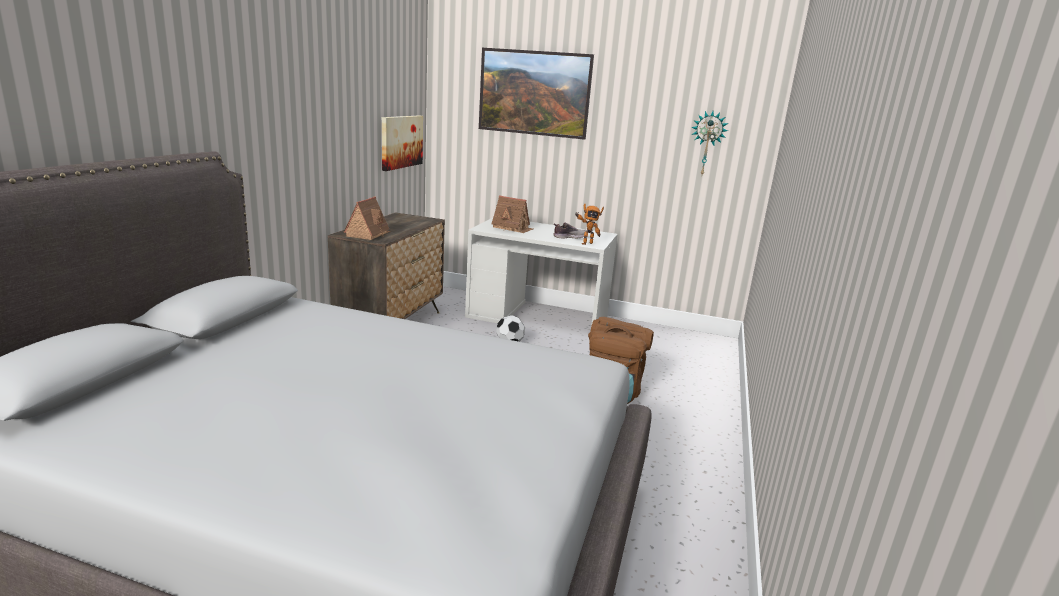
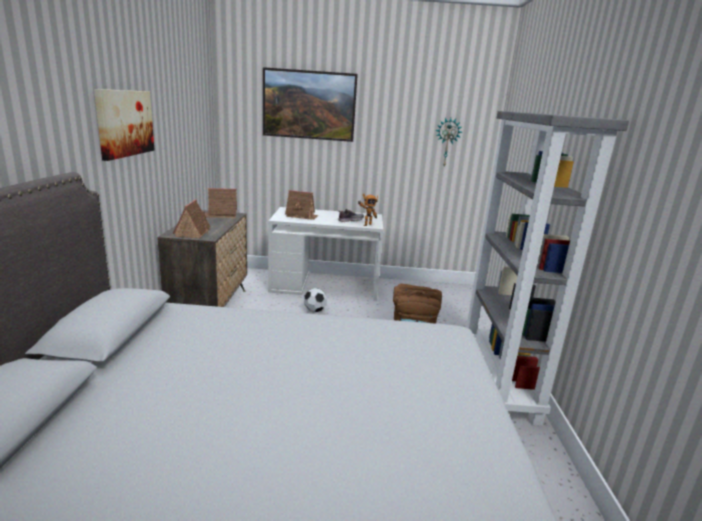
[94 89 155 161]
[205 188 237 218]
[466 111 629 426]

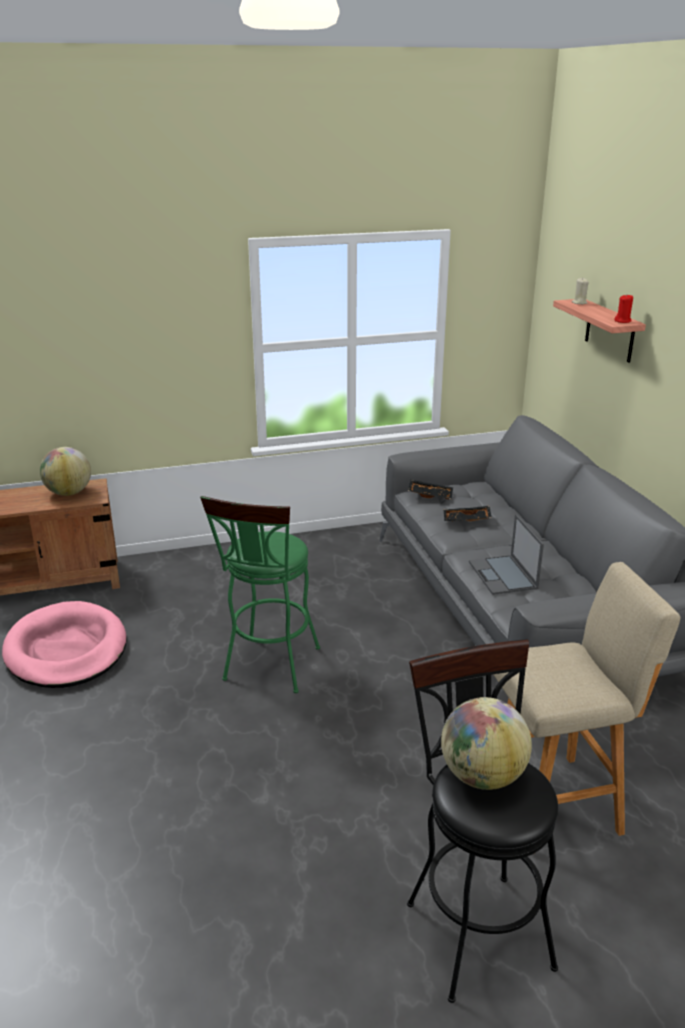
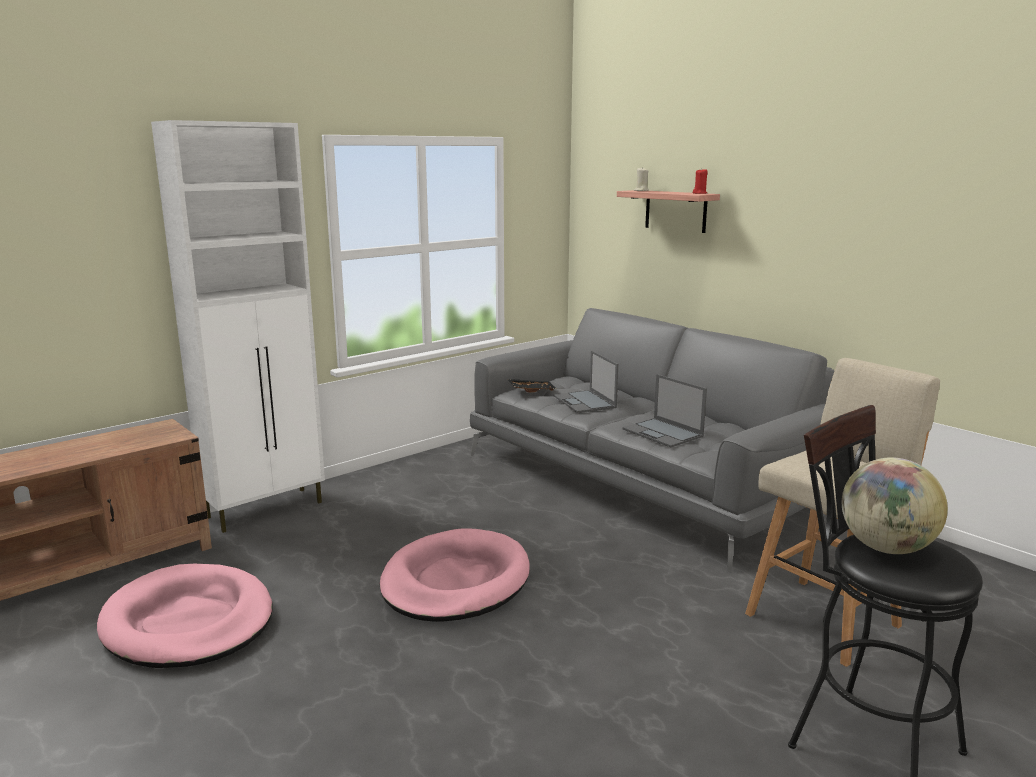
[40 447 91 496] (first image)
[380 528 530 622]
[553 350 618 413]
[151 120 325 533]

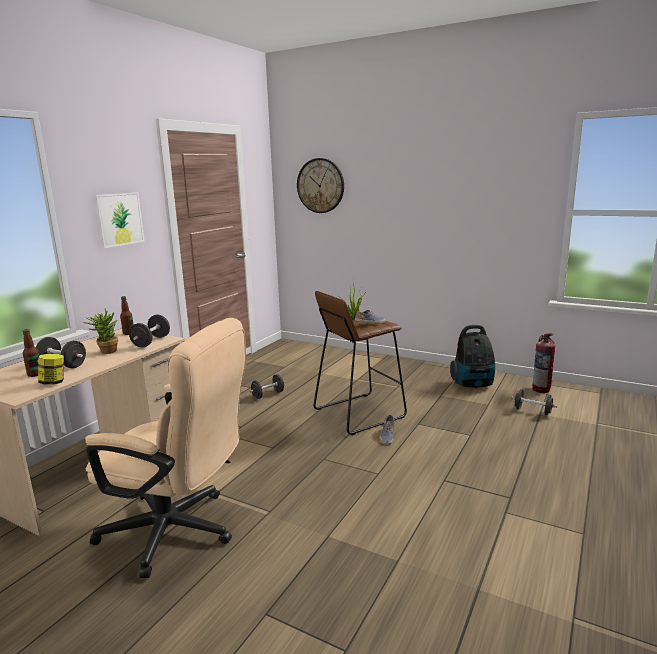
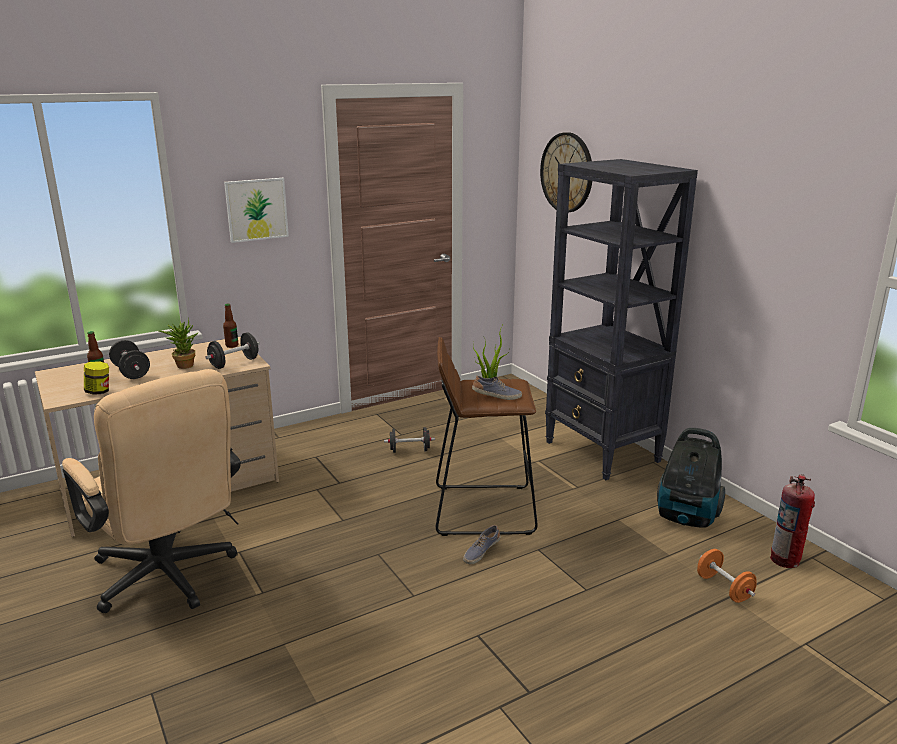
[697 549 757 603]
[545 159 698 480]

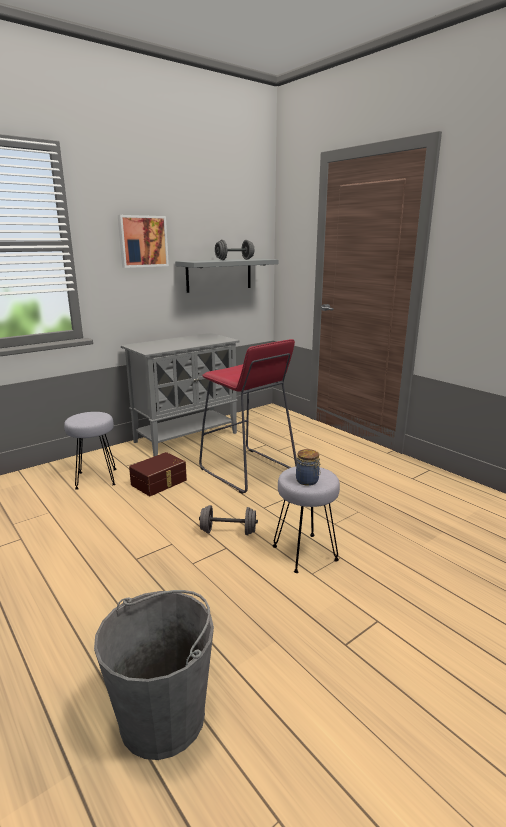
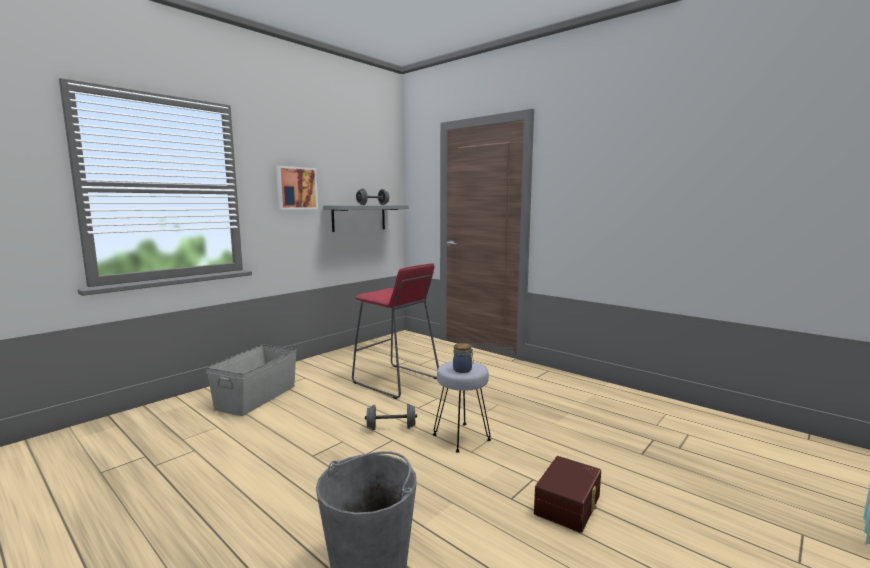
[206 345 297 416]
[121 333 239 456] (first image)
[534 456 601 533]

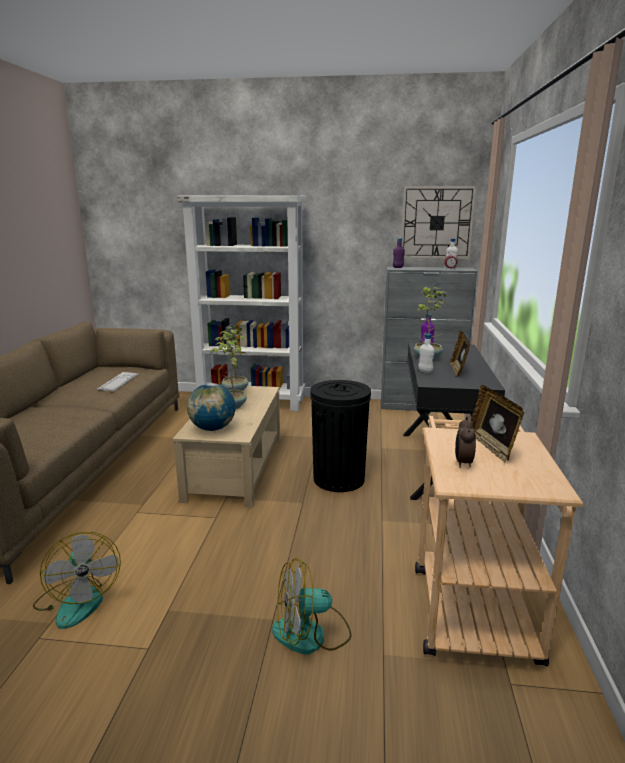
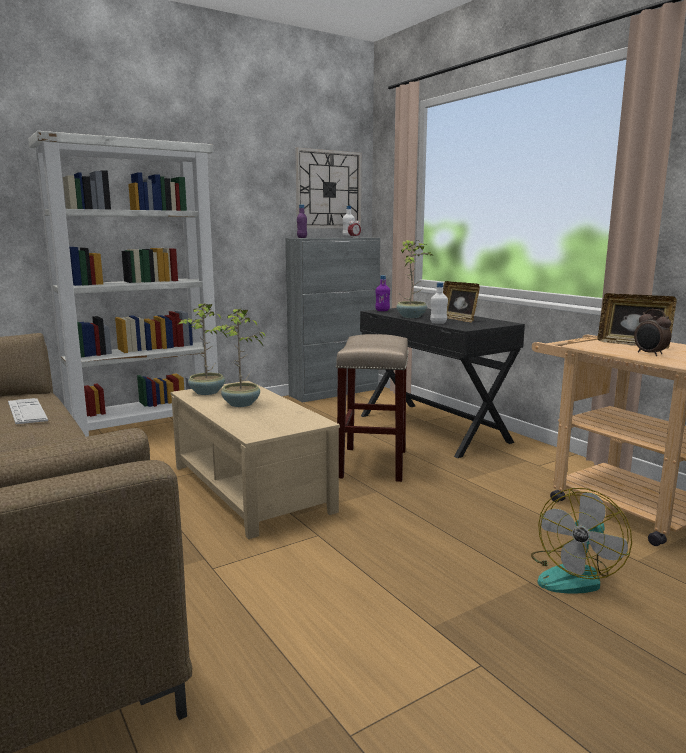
[33 532 121 629] (first image)
[187 383 236 431] (first image)
[336 334 408 482]

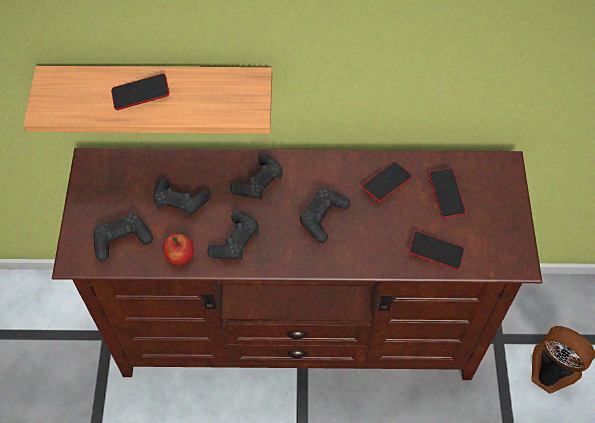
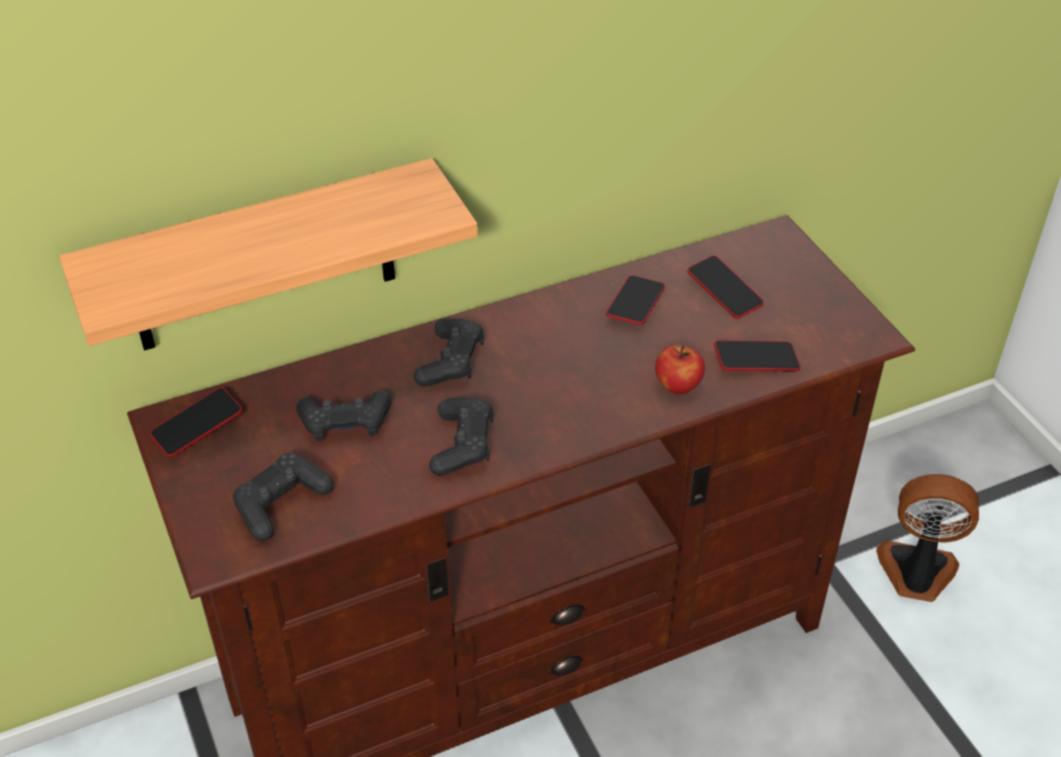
[150 387 242 457]
[655 345 705 395]
[300 189 350 243] (first image)

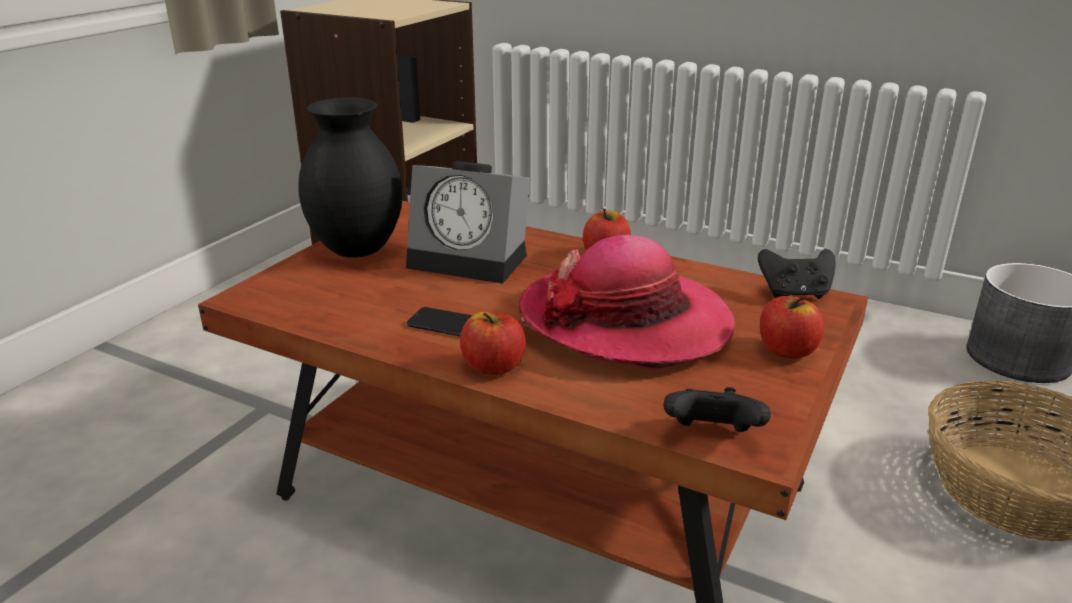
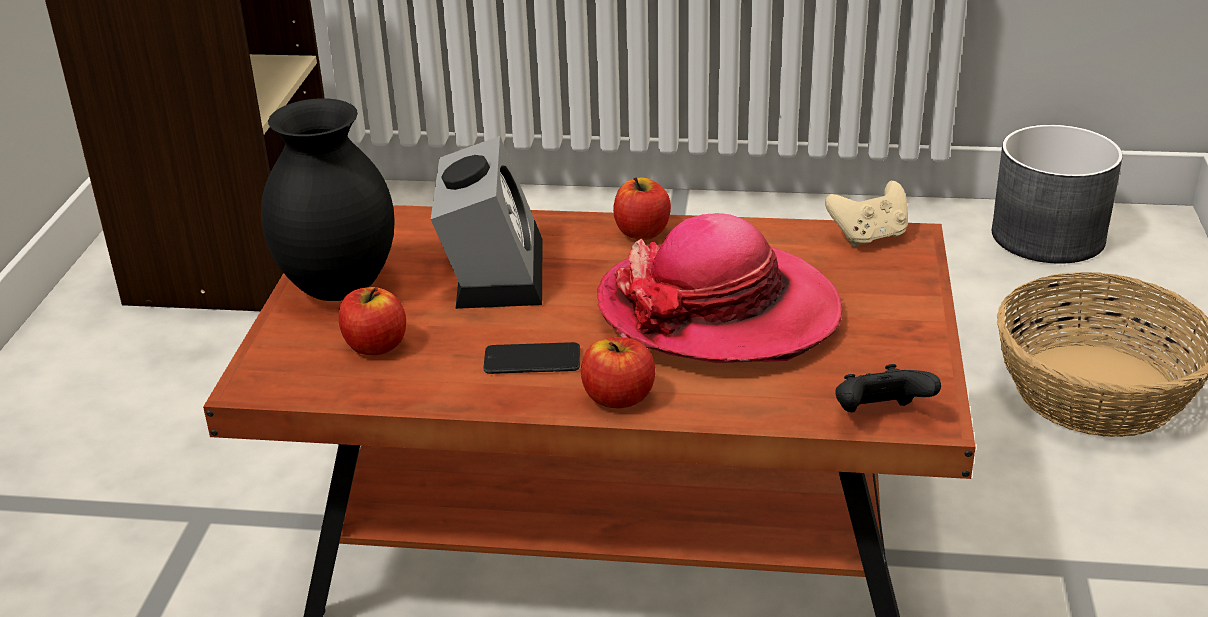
[431 136 543 309]
[825 181 908 247]
[339 287 406 355]

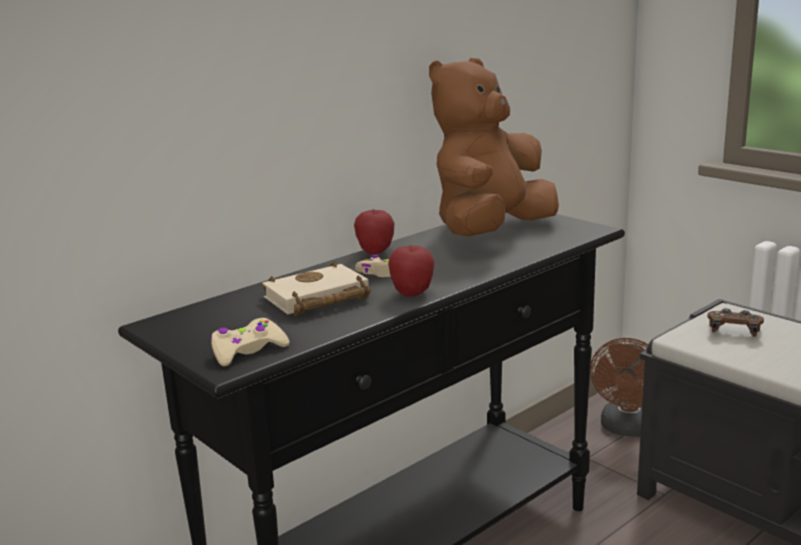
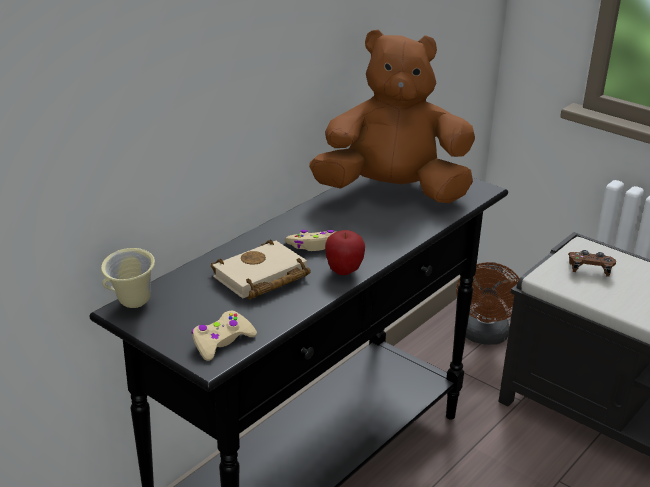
[354 209 394 255] (first image)
[309 29 475 203]
[101 248 155 308]

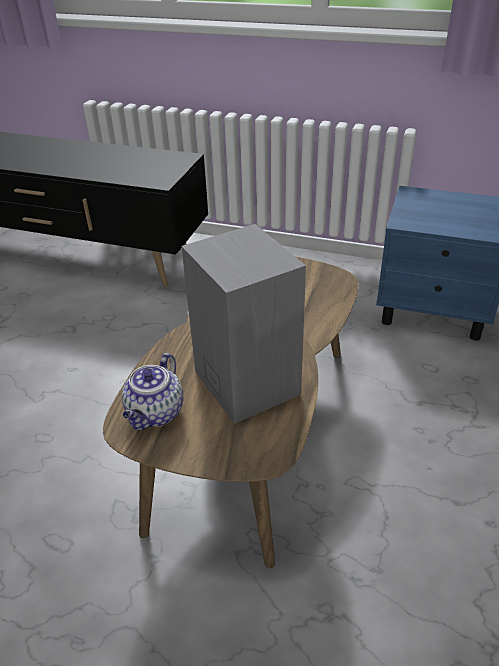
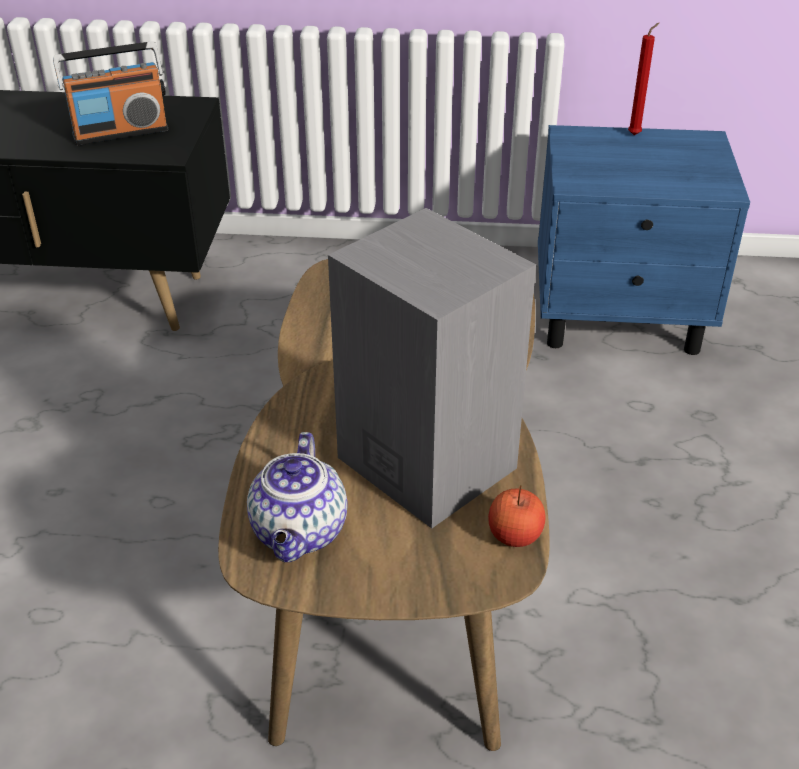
[53 41 168 145]
[488 485 545 547]
[628 23 659 135]

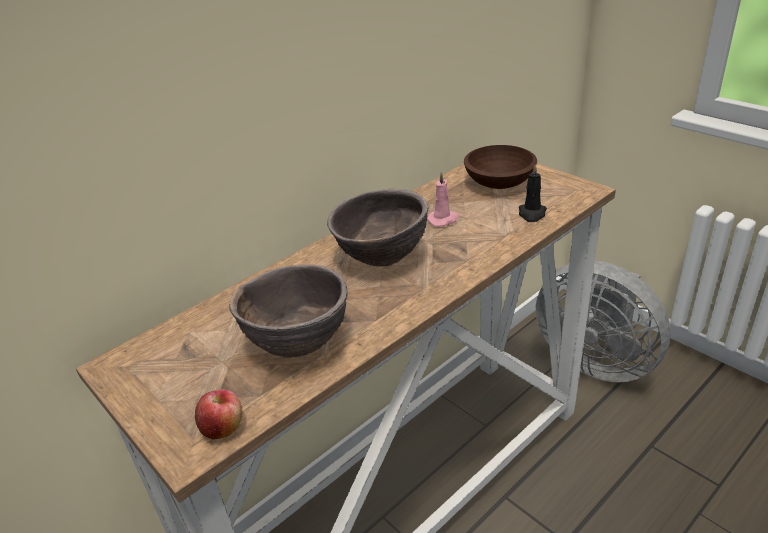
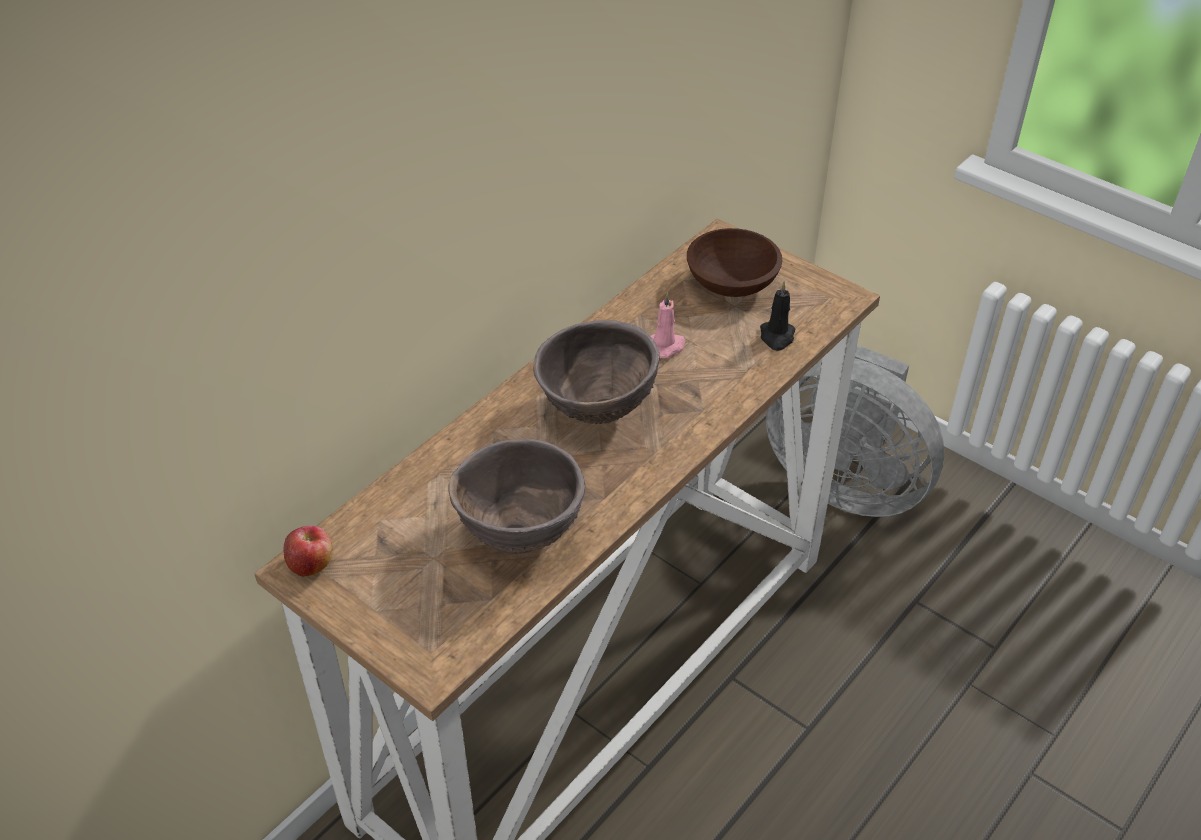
[283 526 333 577]

